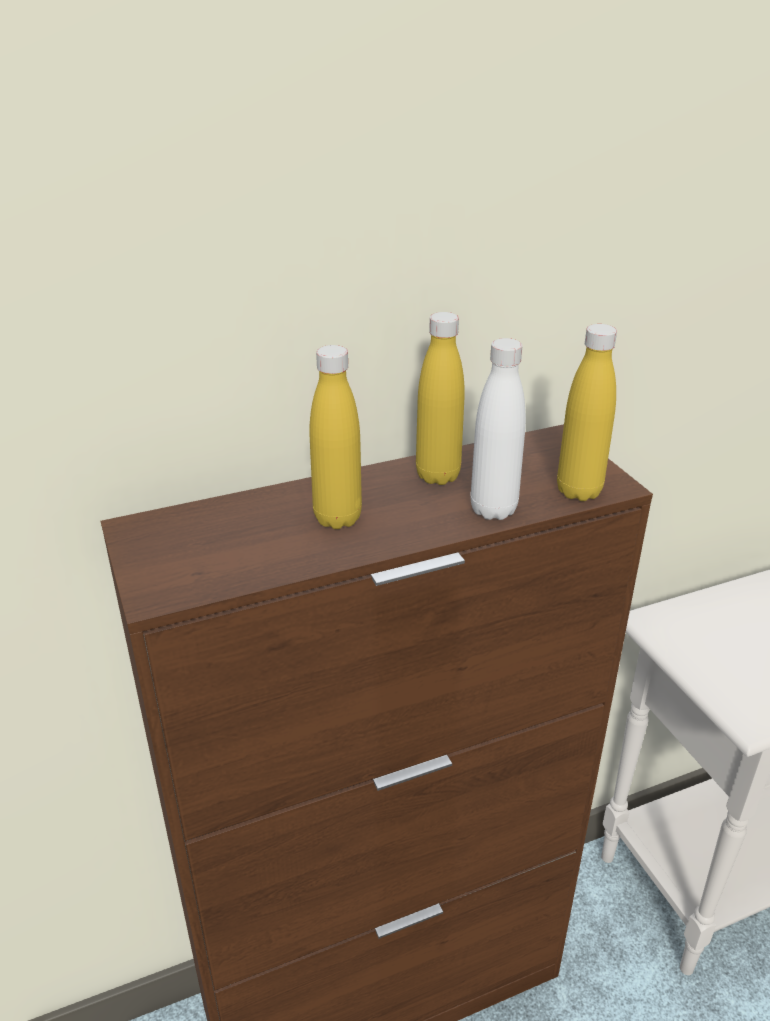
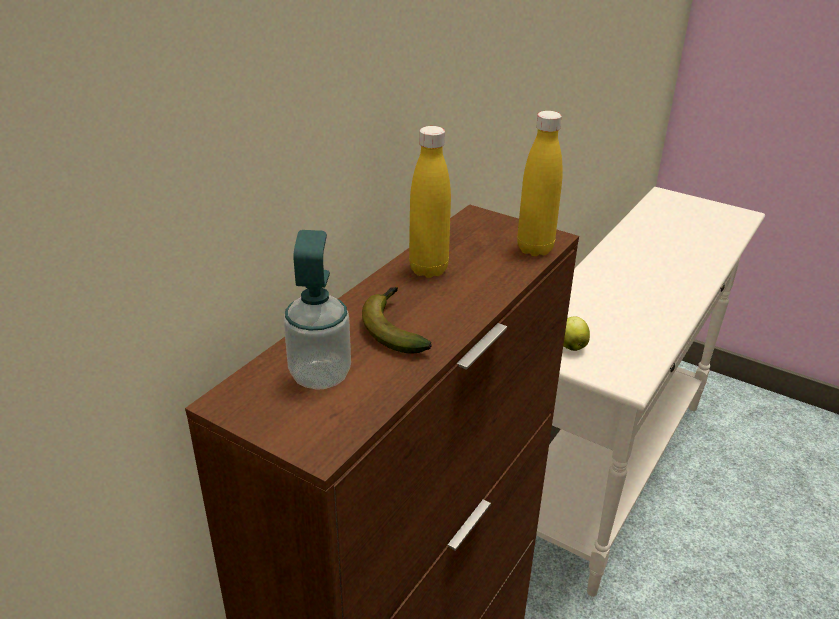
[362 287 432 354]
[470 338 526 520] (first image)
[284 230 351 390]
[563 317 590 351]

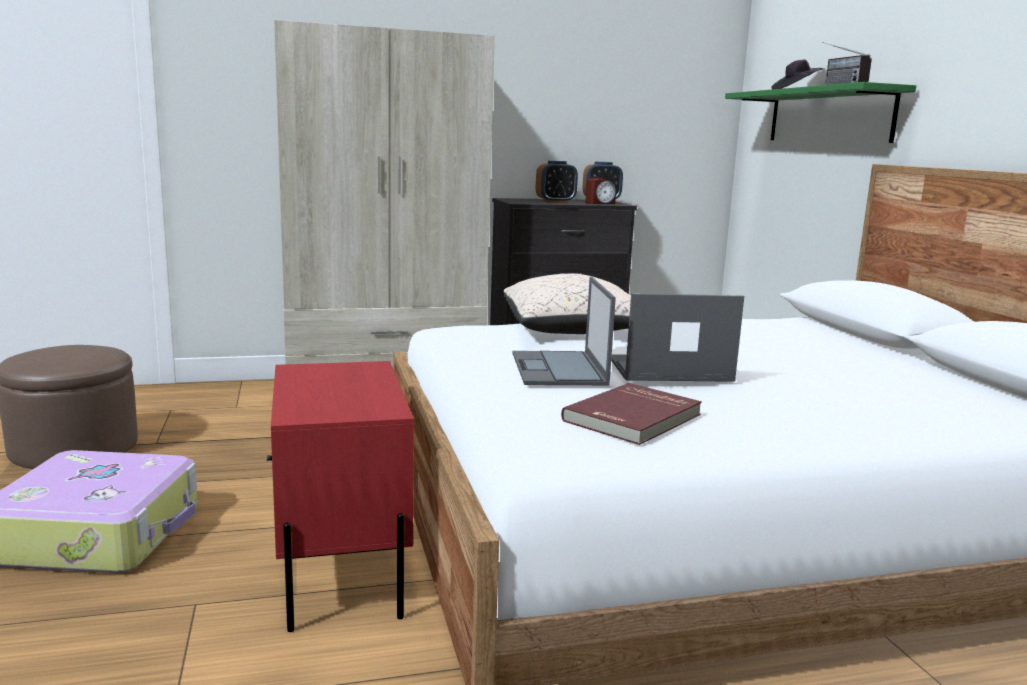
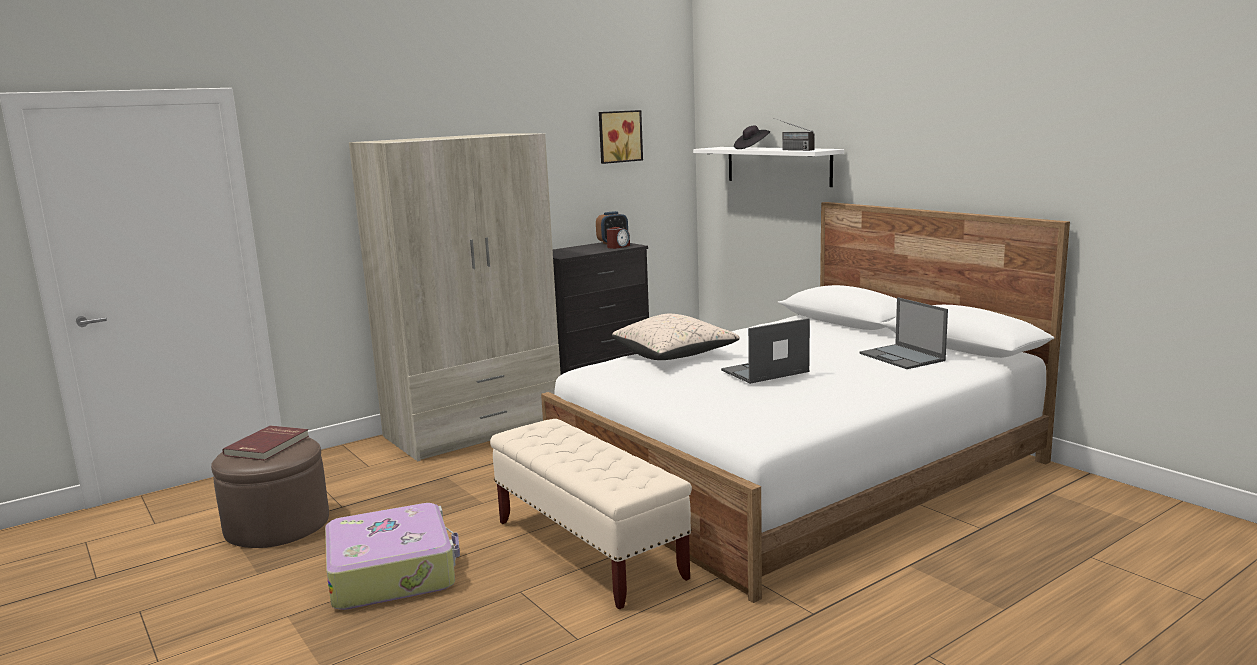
[490 419 692 609]
[859 297 948 369]
[536 161 578 203] (first image)
[223 426 309 460]
[693 147 844 187]
[599 110 643 164]

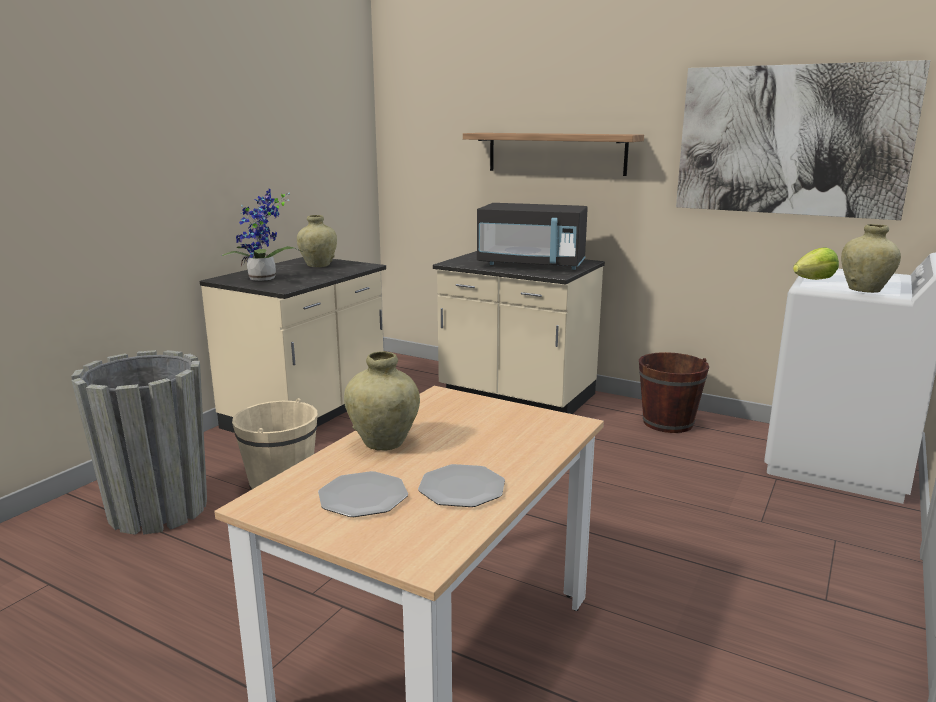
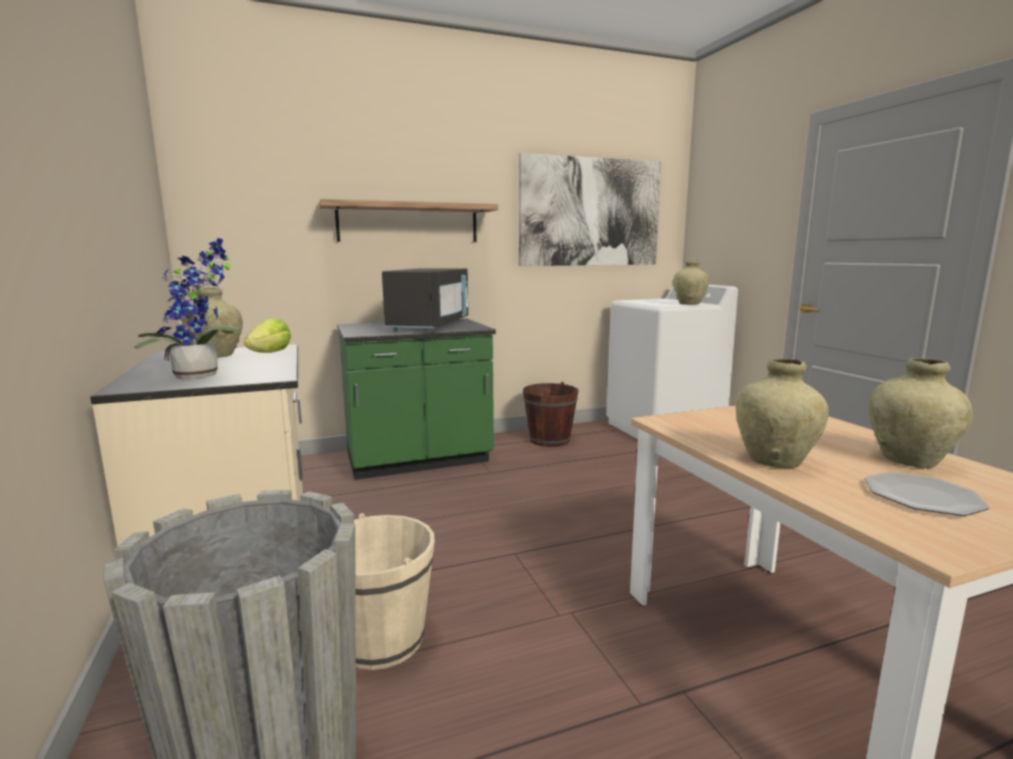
[869 358 973 468]
[337 318 496 480]
[382 269 468 332]
[244 318 291 353]

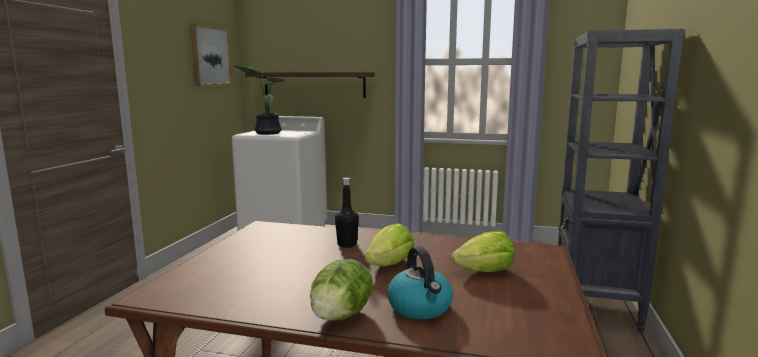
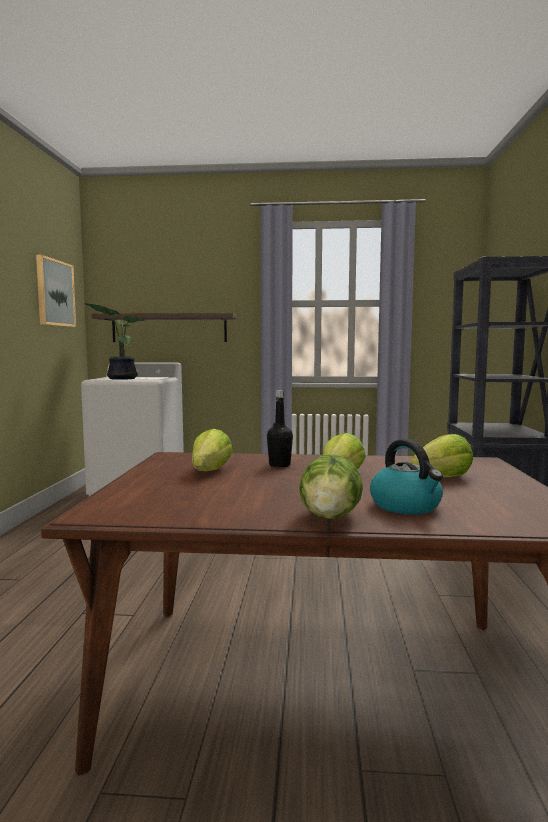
[192 429 233 471]

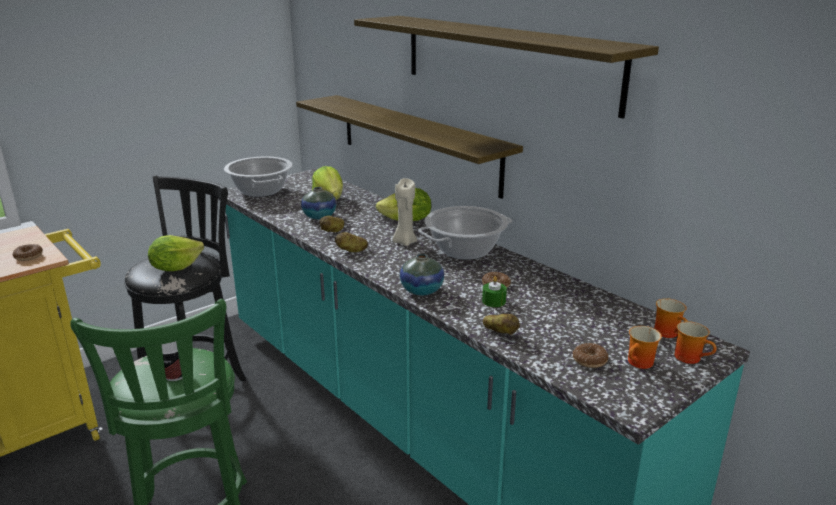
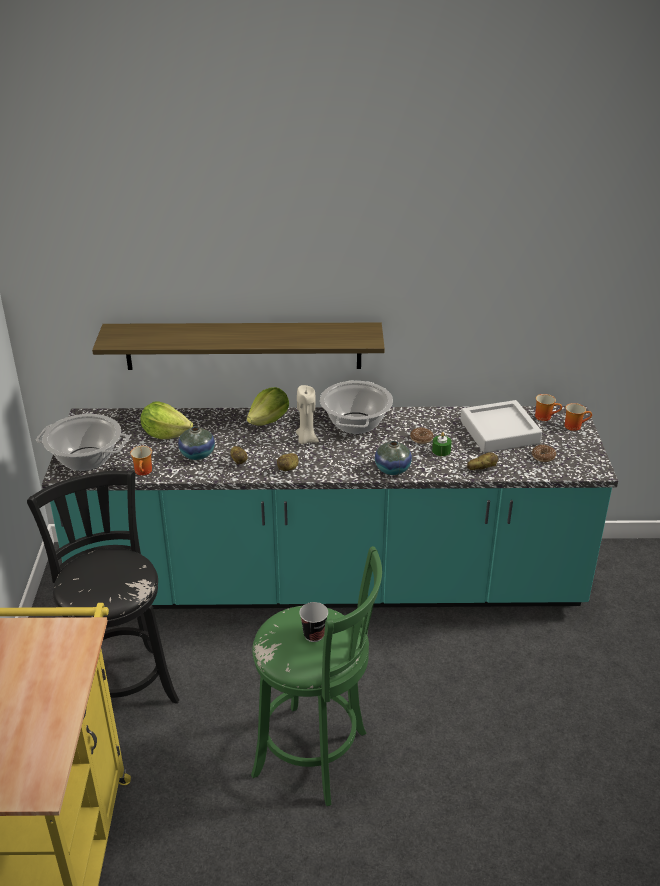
[13 244 43 261] (first image)
[148 235 204 271] (first image)
[354 16 659 118] (first image)
[130 446 152 475]
[460 400 542 453]

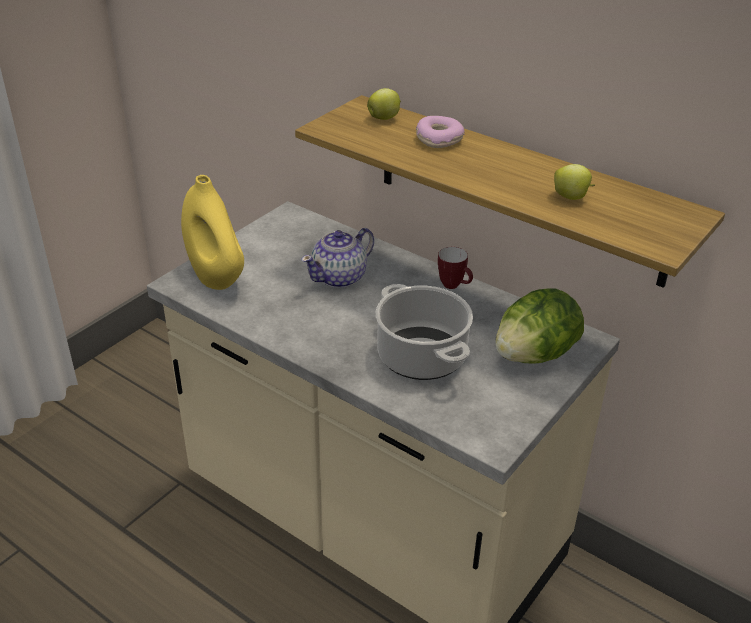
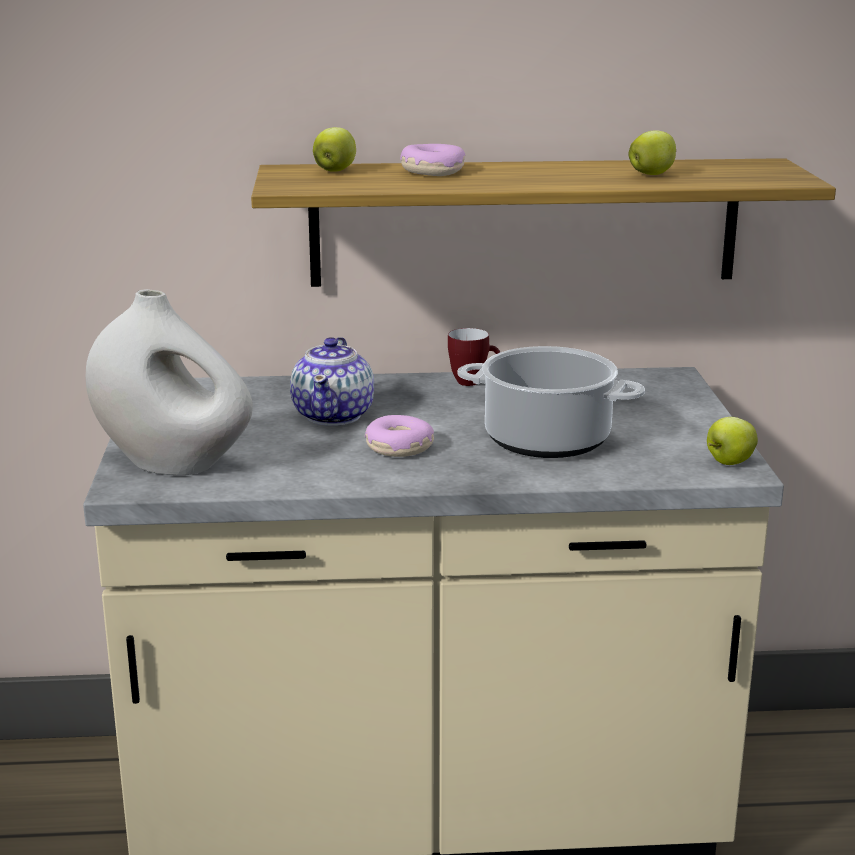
[86 289 253 475]
[496 289 584 363] (first image)
[365 415 434 457]
[707 417 758 465]

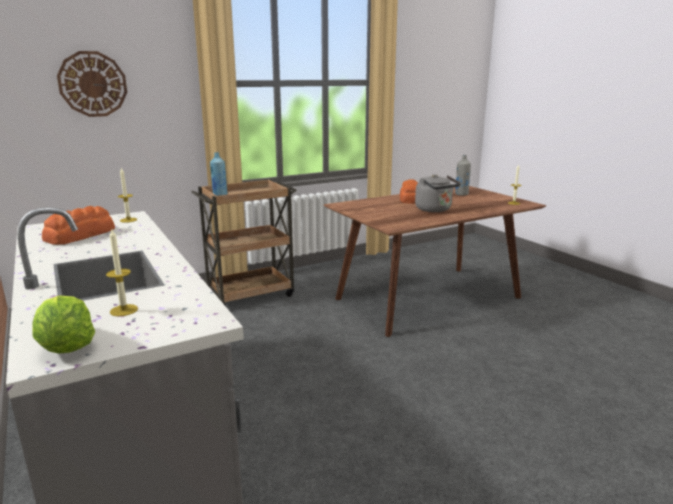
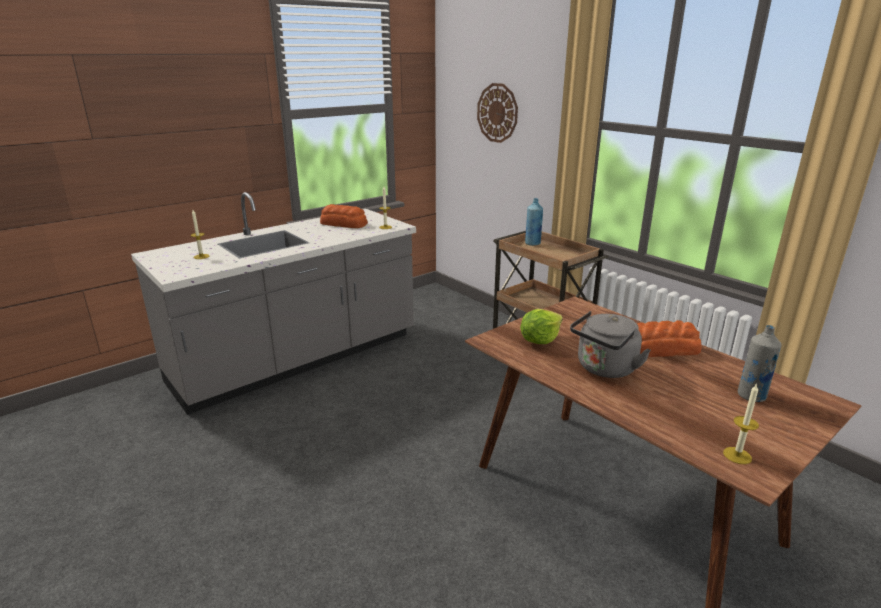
[520 309 563 344]

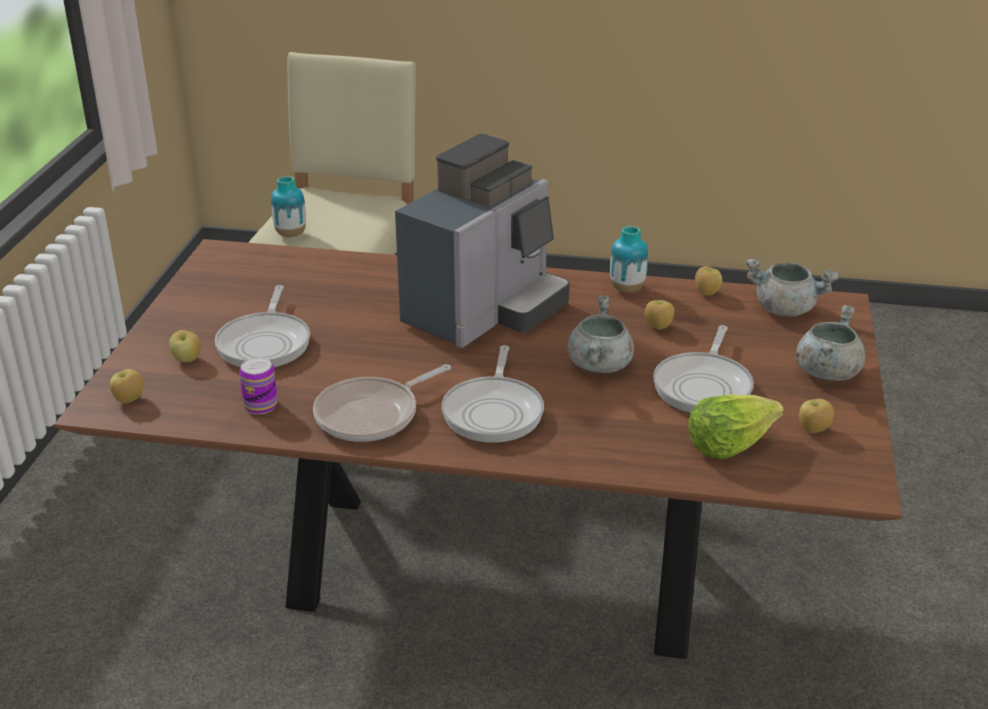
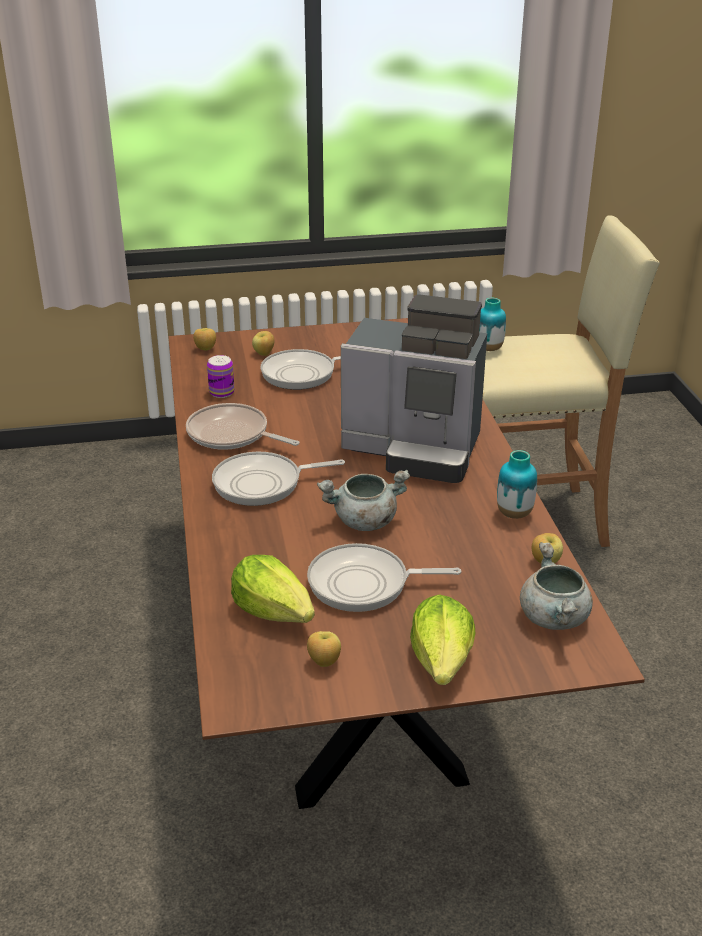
[645 300 675 330] (first image)
[410 594 475 685]

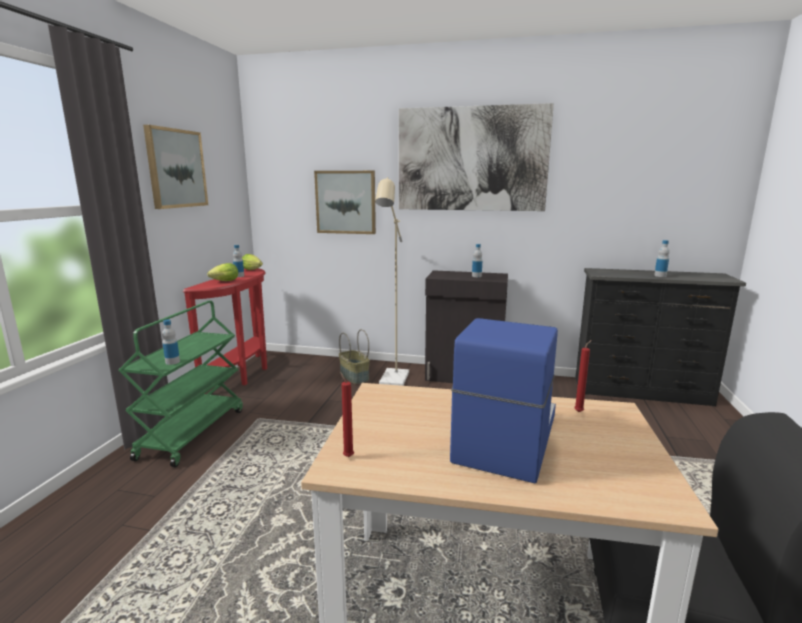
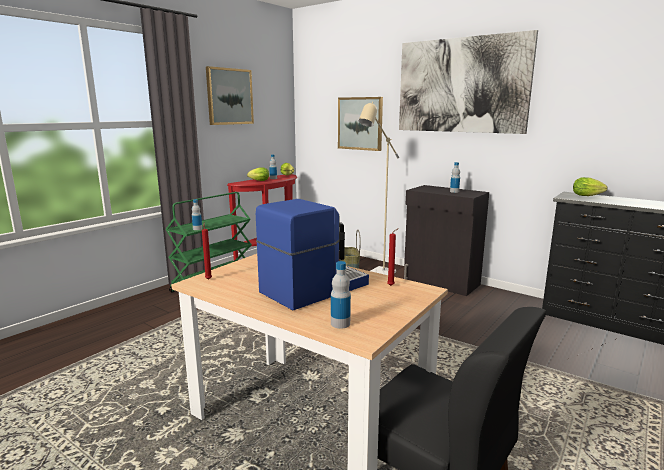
[331 261 351 329]
[573 177 608 196]

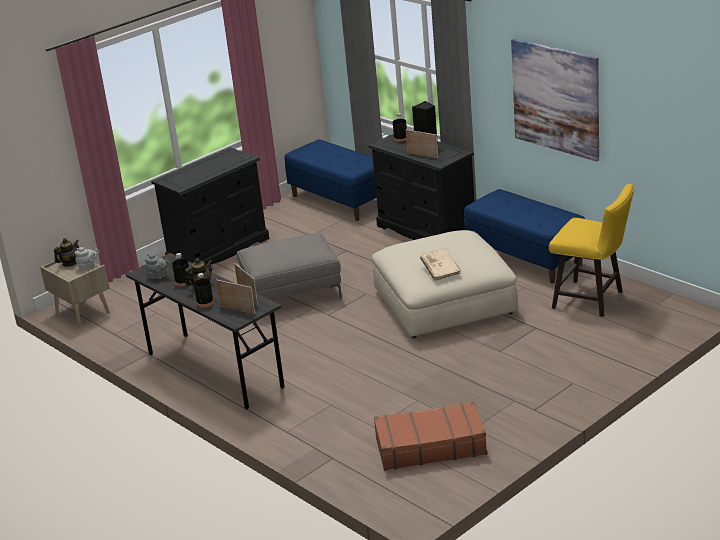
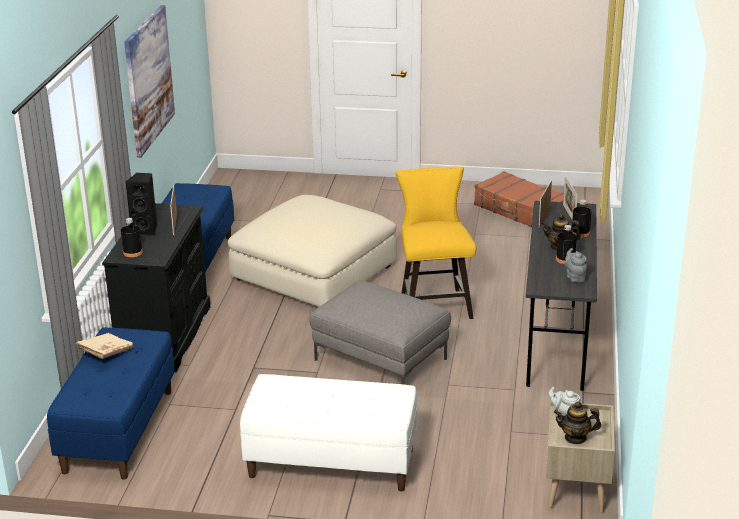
[240 374 417 491]
[76 333 134 359]
[395 167 476 319]

